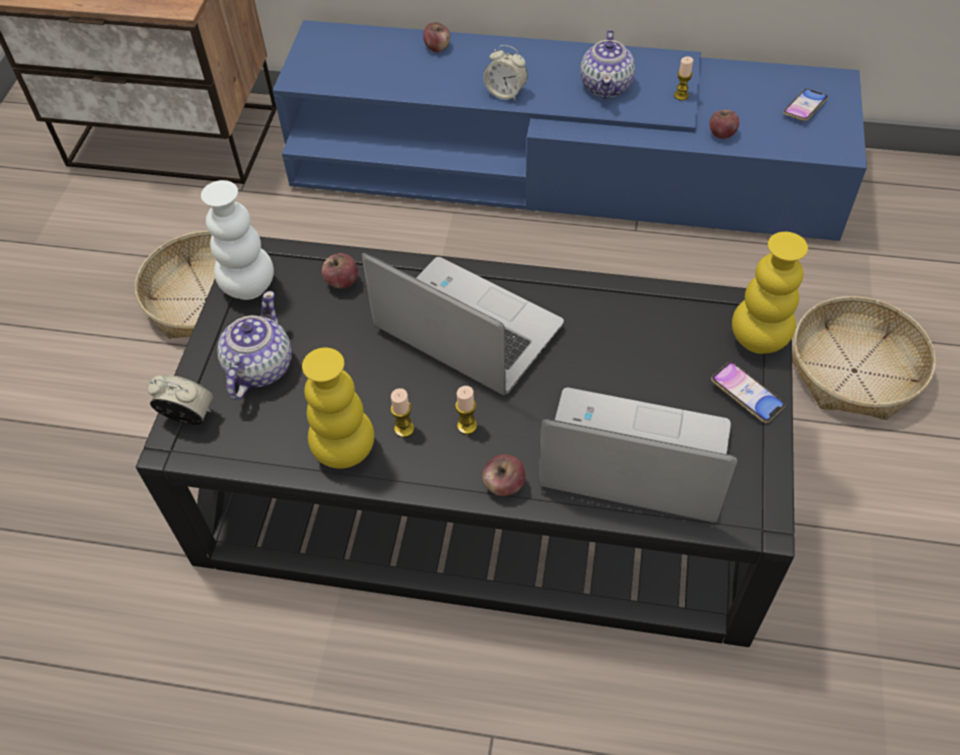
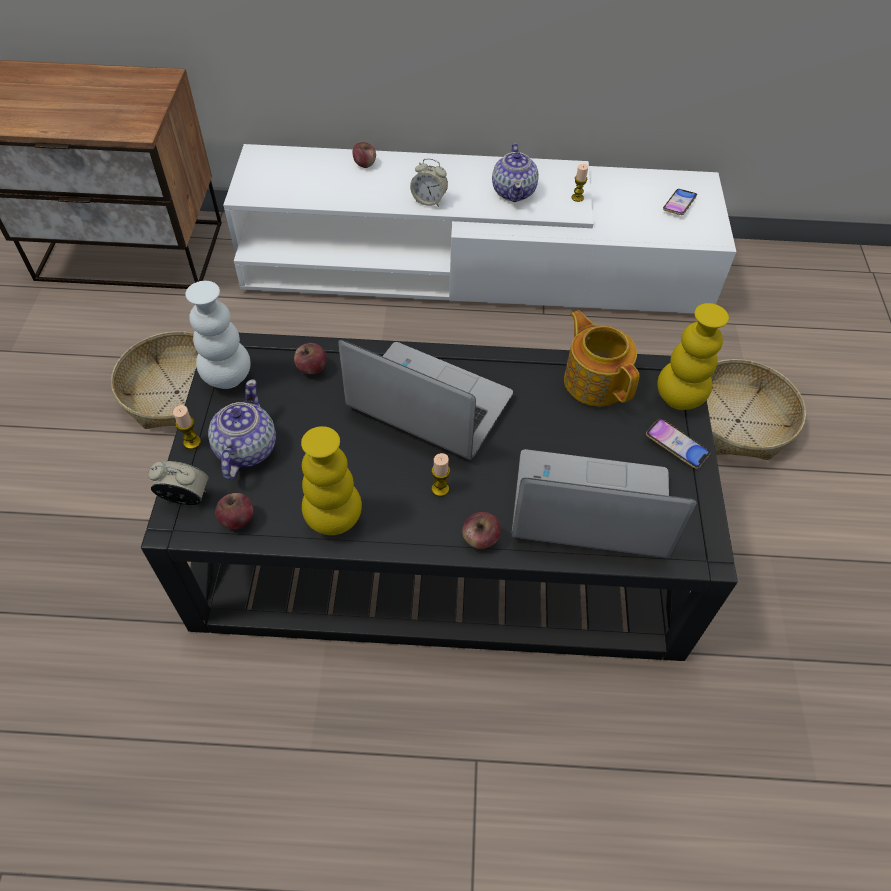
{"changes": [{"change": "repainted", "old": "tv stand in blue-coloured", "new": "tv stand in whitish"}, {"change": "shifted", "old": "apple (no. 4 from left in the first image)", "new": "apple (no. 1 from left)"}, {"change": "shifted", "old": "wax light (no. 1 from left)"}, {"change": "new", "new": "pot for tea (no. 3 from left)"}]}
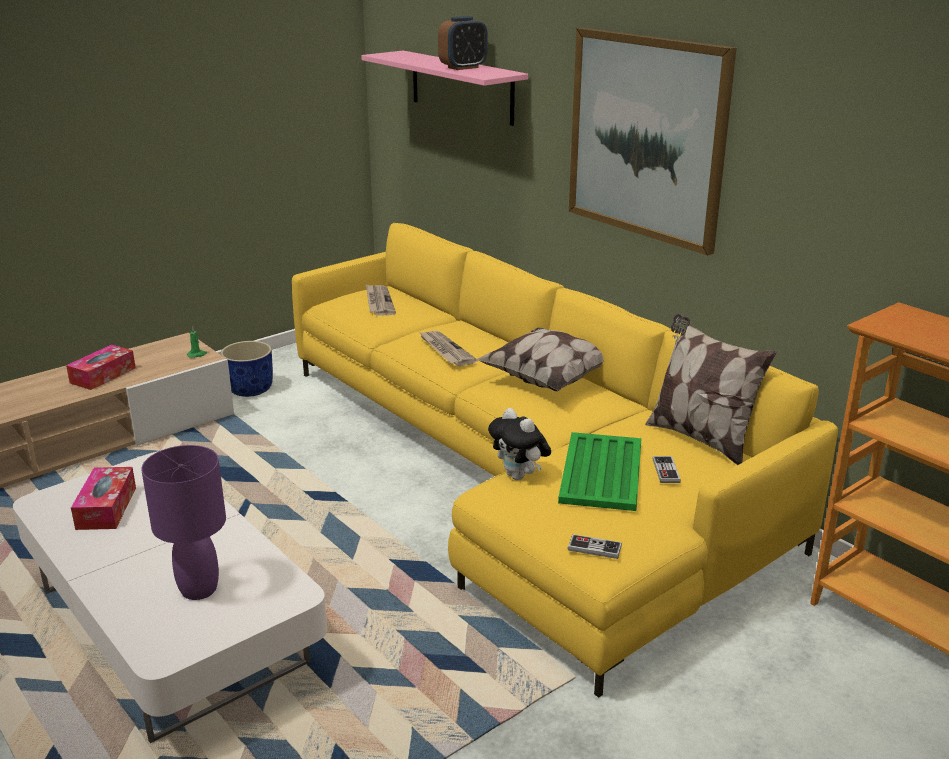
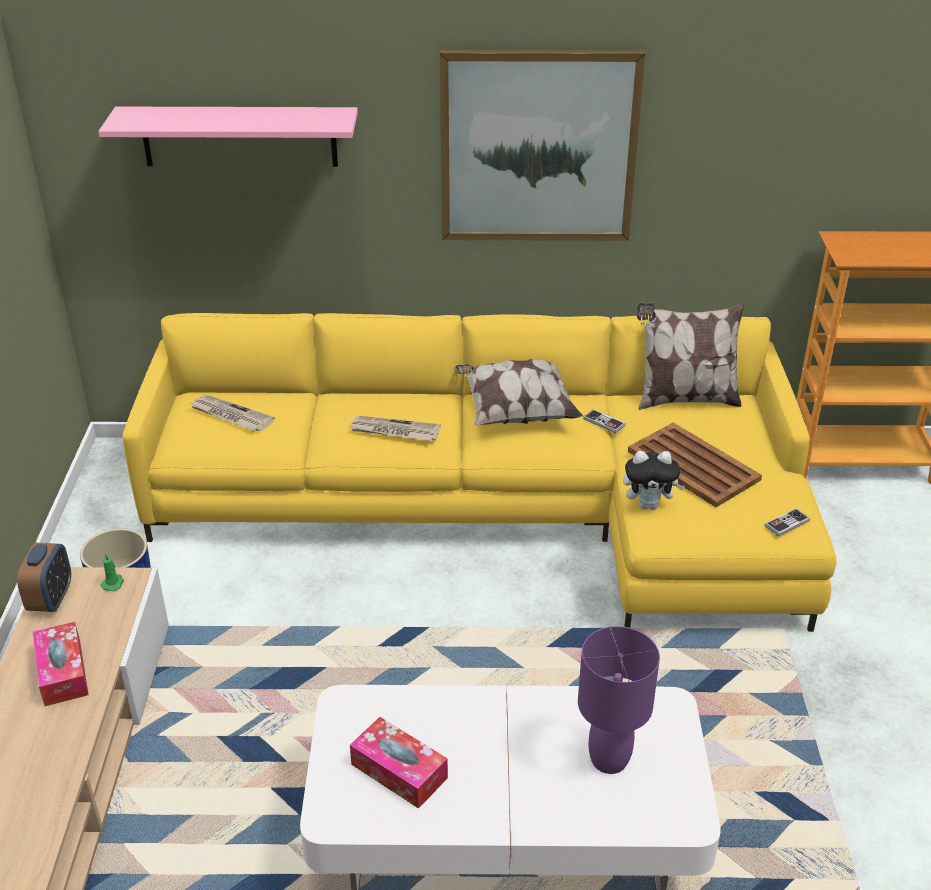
{"changes": [{"change": "shifted", "old": "table clock"}, {"change": "repainted", "old": "serving tray in greenish", "new": "serving tray in brown-coloured"}, {"change": "shifted", "old": "game controller (no. 2 from left in the first image)", "new": "game controller (no. 1 from left)"}]}
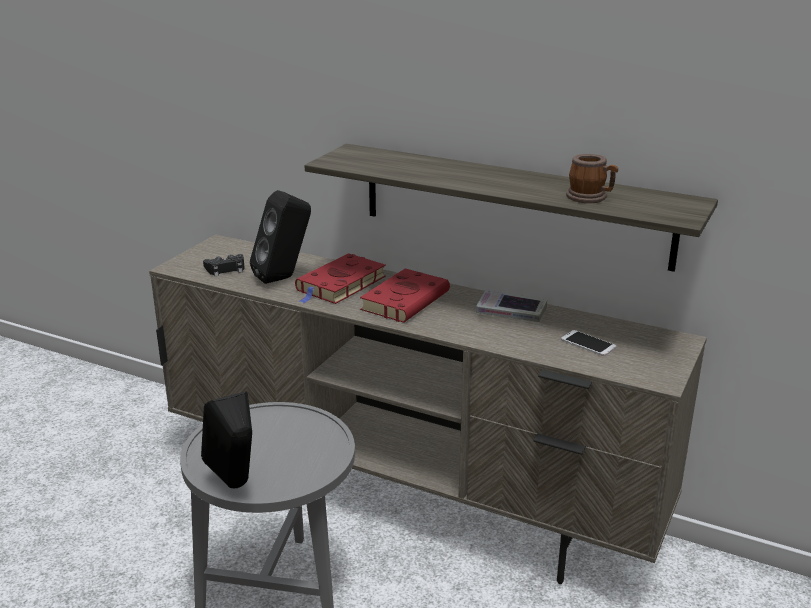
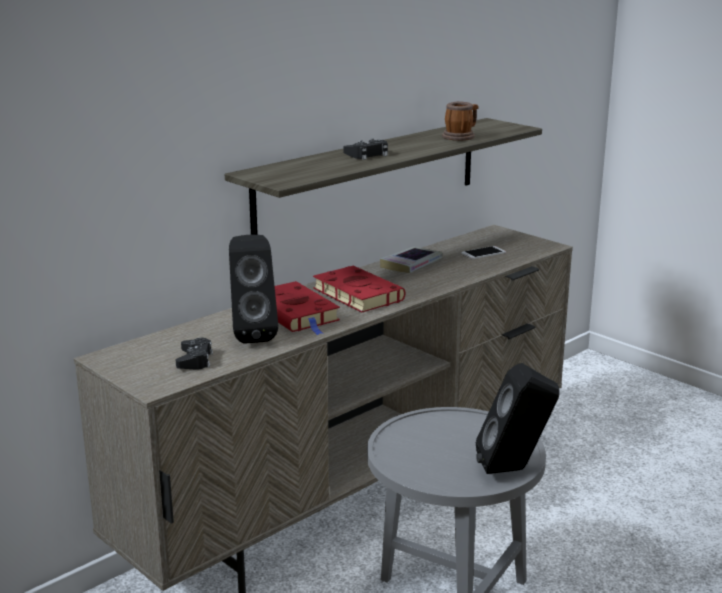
{"changes": [{"change": "new", "new": "game controller in blackish (no. 2 from left)"}]}
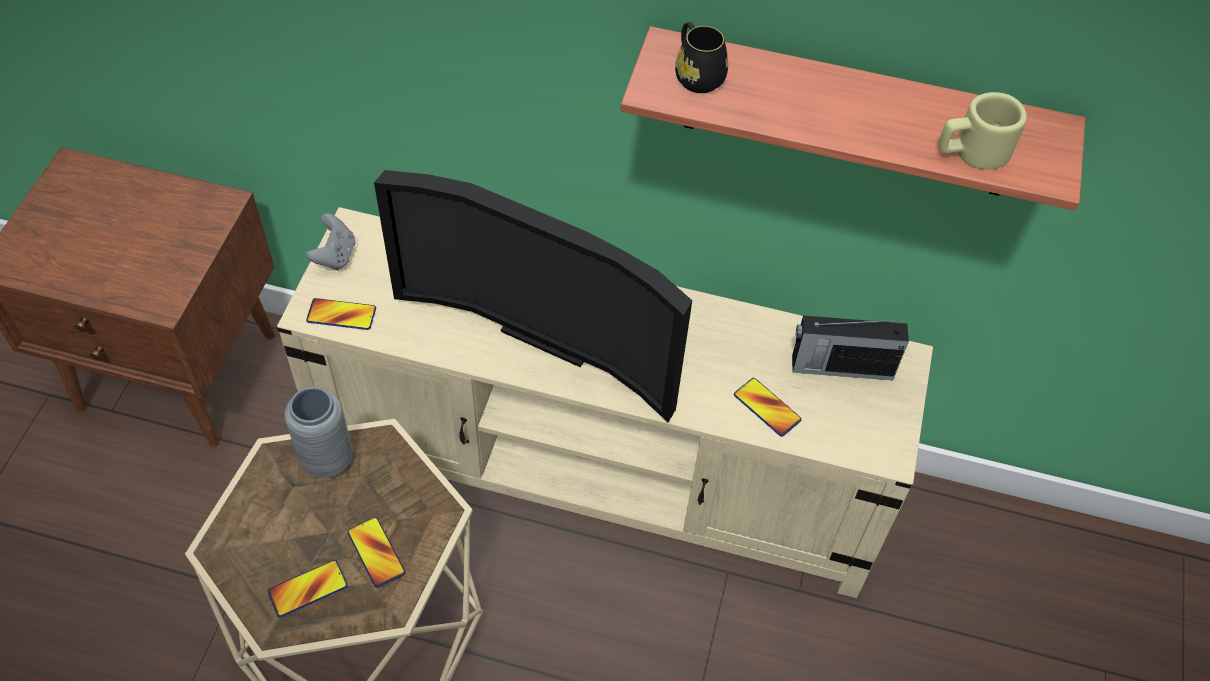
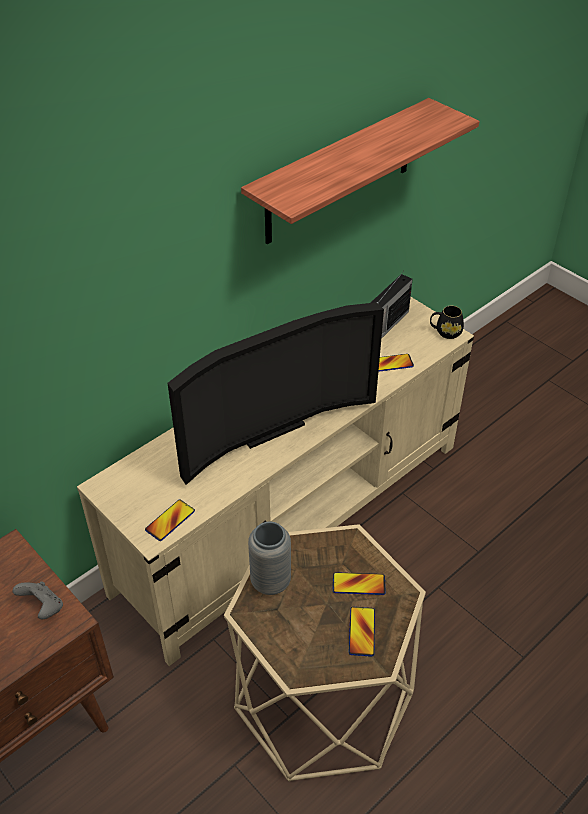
{"changes": [{"change": "shifted", "old": "tea mug in blackish"}, {"change": "gone", "old": "tea mug in sand-coloured"}, {"change": "shifted", "old": "game controller in grey"}]}
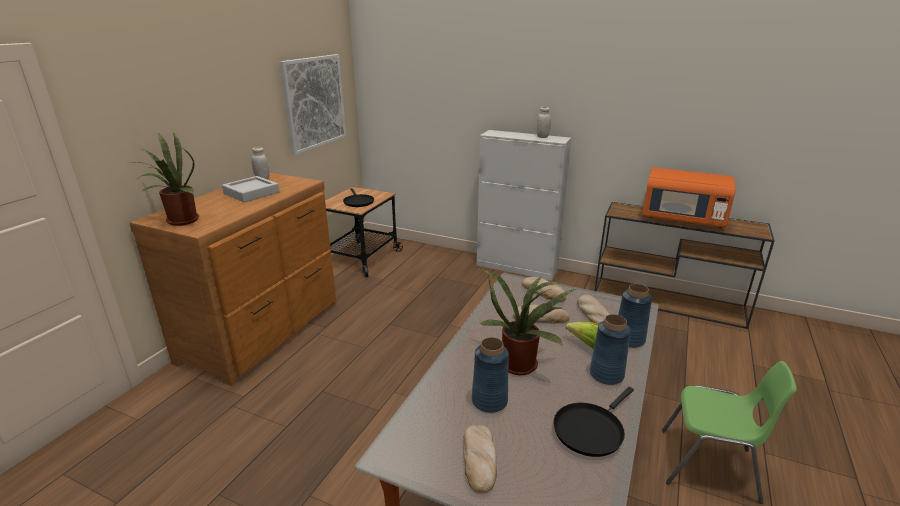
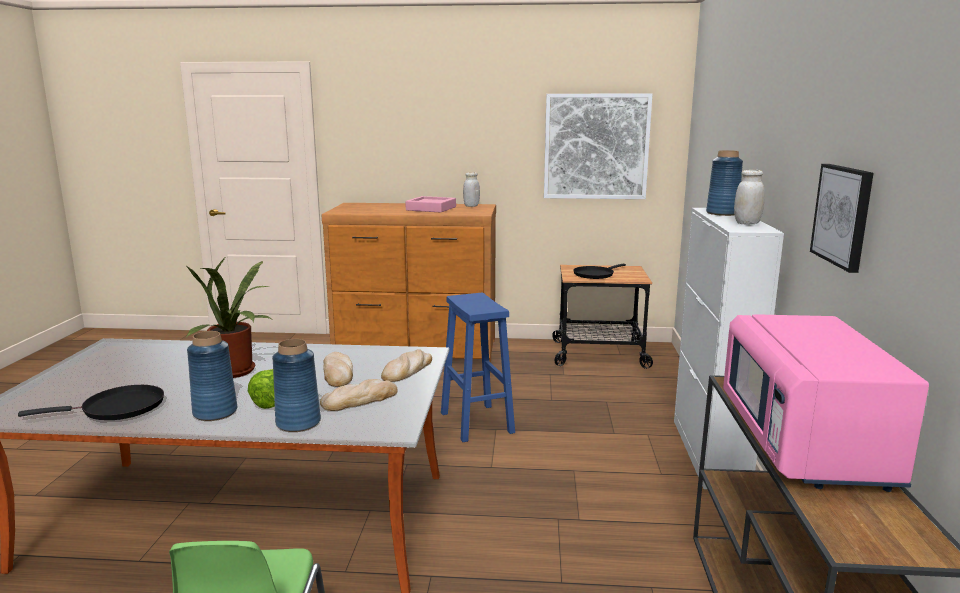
{"changes": [{"change": "gone", "old": "houseplant (no. 1 from left)"}, {"change": "repainted", "old": "microwave in orangey", "new": "microwave in pink"}, {"change": "repainted", "old": "serving tray in grey", "new": "serving tray in pink"}, {"change": "shifted", "old": "vase in blue-coloured (no. 1 from left in the first image)", "new": "vase in blue-coloured (no. 3 from left)"}, {"change": "rotated", "old": "skillet in blackish (no. 2 from left in the first image)", "degrees": 135}, {"change": "gone", "old": "bakery bread (no. 1 from left)"}, {"change": "new", "new": "wall art (no. 2 from left)"}, {"change": "new", "new": "stool in blue-coloured"}]}
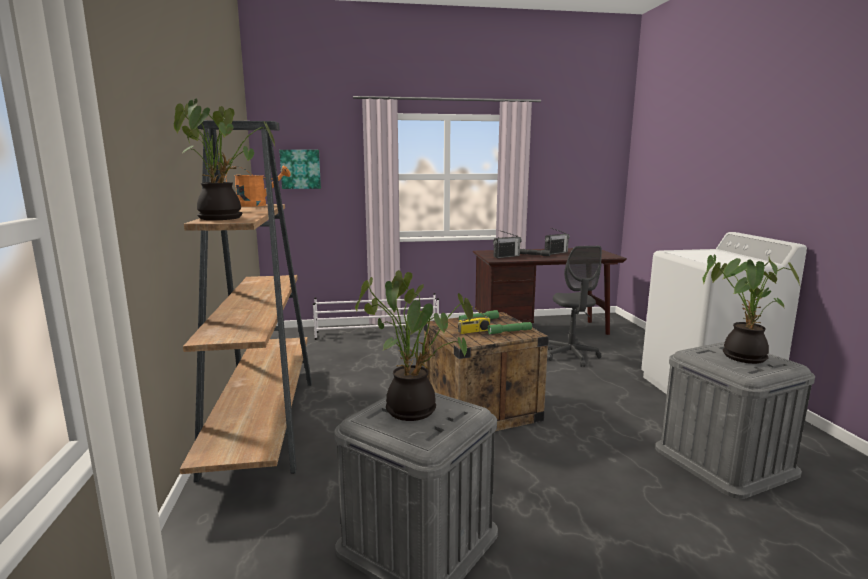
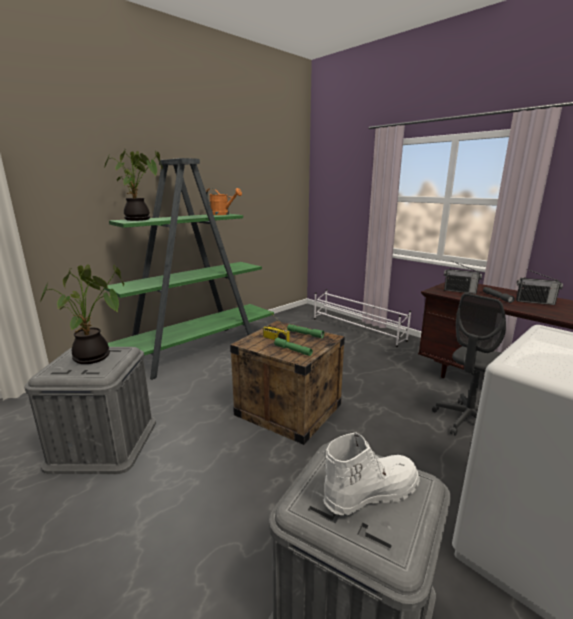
{"changes": [{"change": "repainted", "old": "shelving unit in brown-coloured", "new": "shelving unit in greenish"}, {"change": "gone", "old": "wall art"}, {"change": "swapped", "old": "houseplant (no. 3 from left)", "new": "tall boot in whitish"}]}
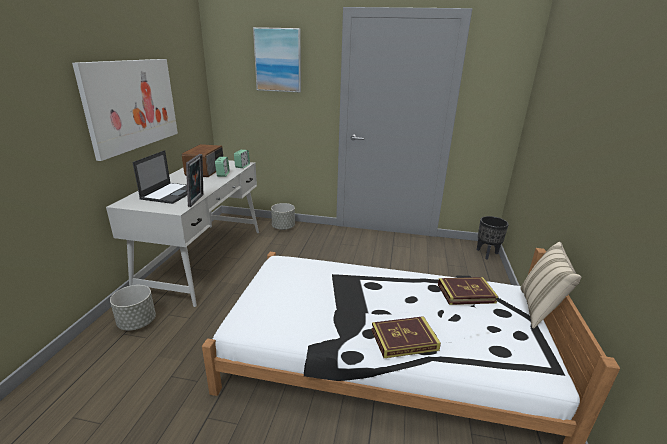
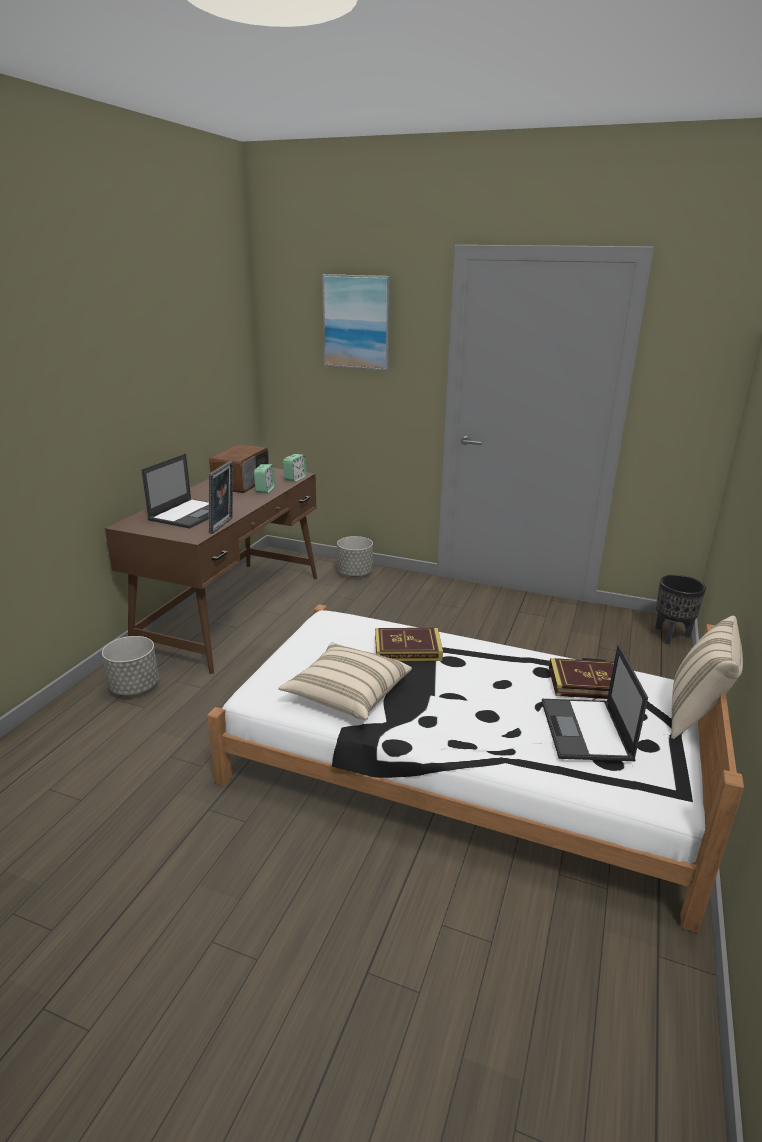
{"changes": [{"change": "gone", "old": "wall art (no. 1 from left)"}, {"change": "repainted", "old": "desk table in whitish", "new": "desk table in brown-coloured"}, {"change": "shifted", "old": "volume (no. 1 from left)"}, {"change": "new", "new": "throw pillow in sand-coloured (no. 1 from left)"}, {"change": "new", "new": "notebook computer (no. 2 from left)"}]}
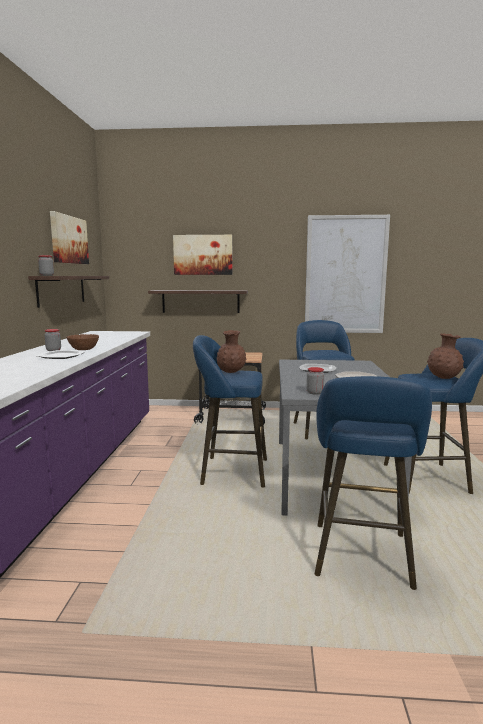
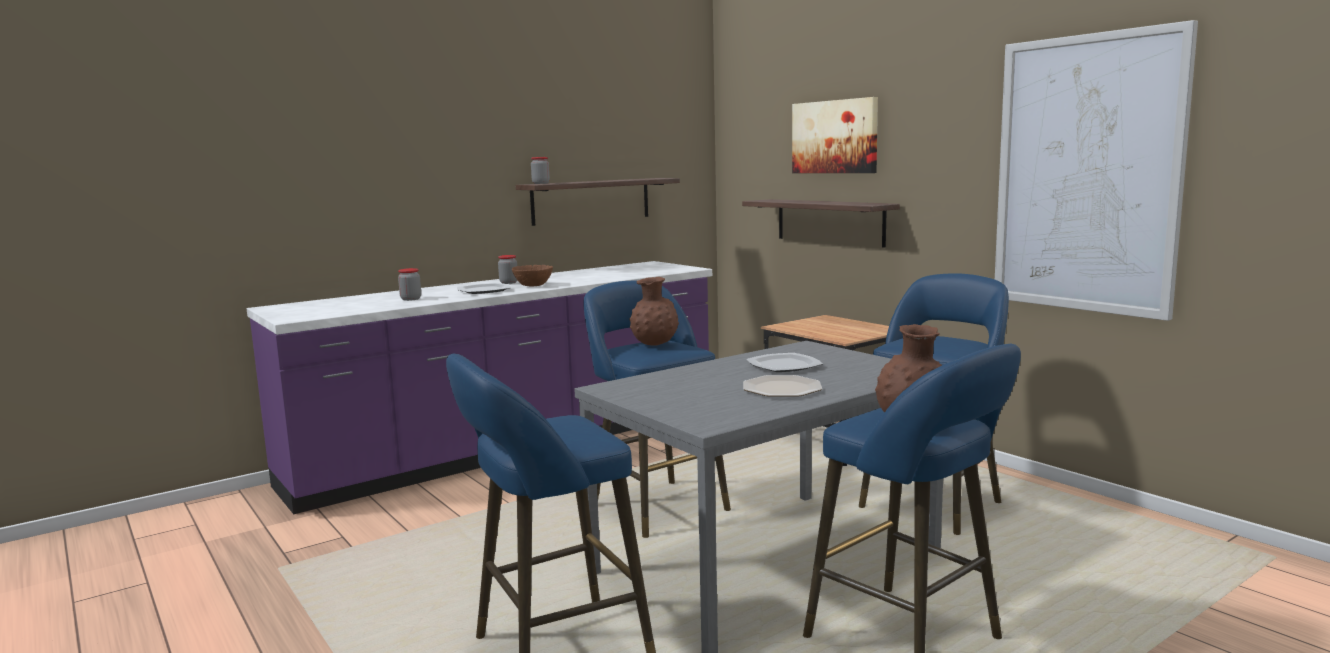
{"changes": [{"change": "gone", "old": "wall art (no. 1 from left)"}, {"change": "shifted", "old": "preserve jar (no. 3 from left in the first image)", "new": "preserve jar (no. 1 from left)"}]}
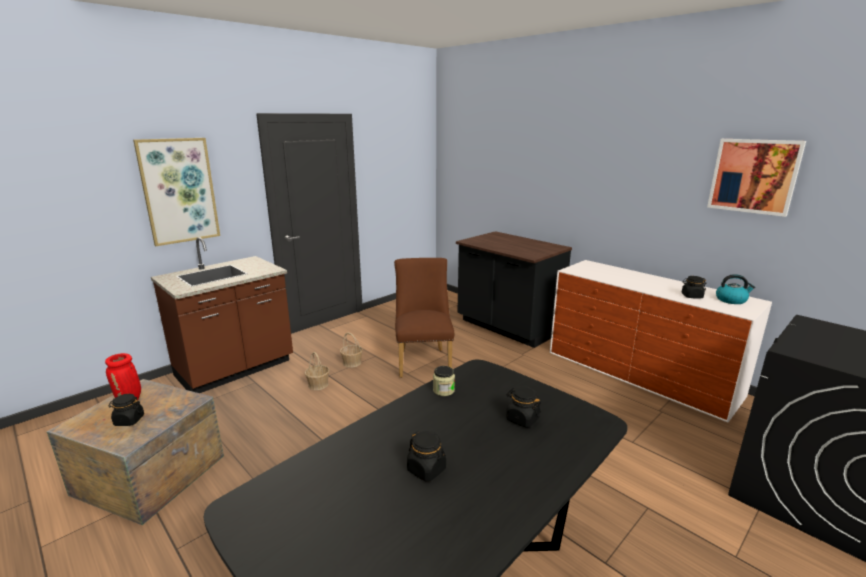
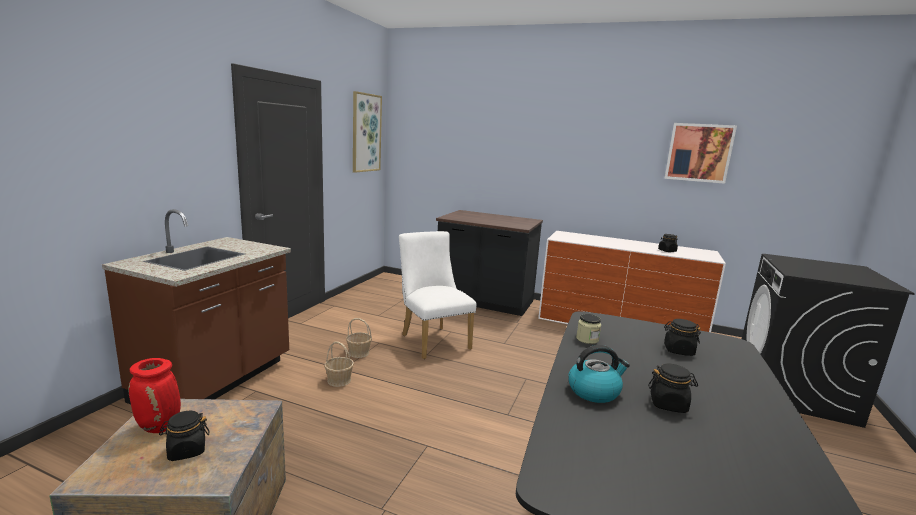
{"changes": [{"change": "shifted", "old": "wall art (no. 1 from left)"}, {"change": "repainted", "old": "plain chair in brown-coloured", "new": "plain chair in whitish"}, {"change": "shifted", "old": "kettle"}]}
